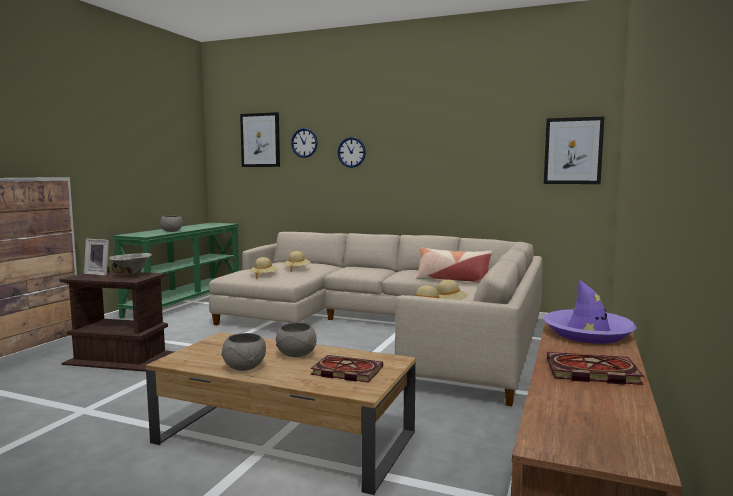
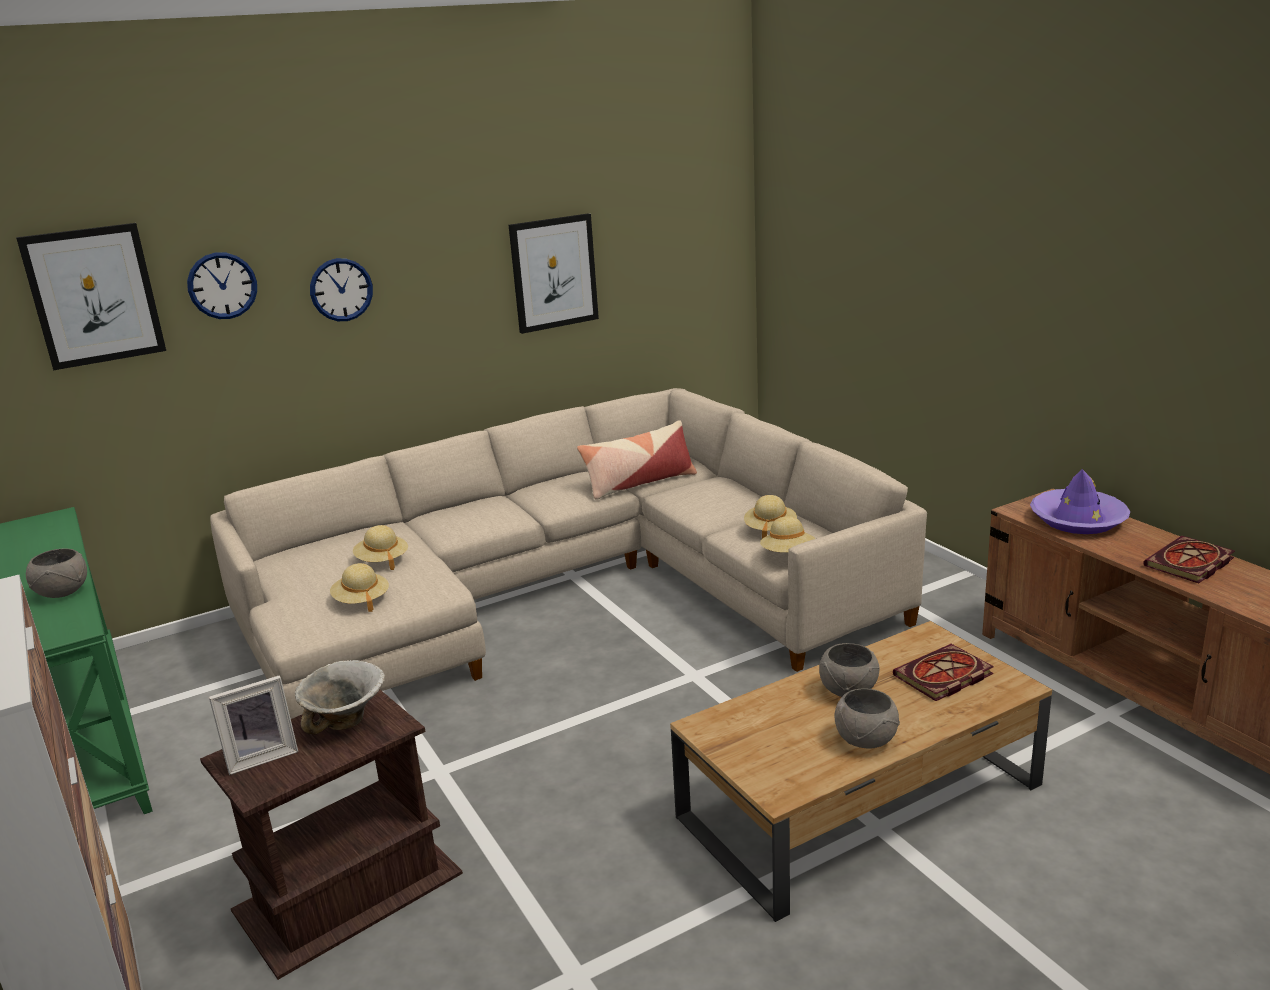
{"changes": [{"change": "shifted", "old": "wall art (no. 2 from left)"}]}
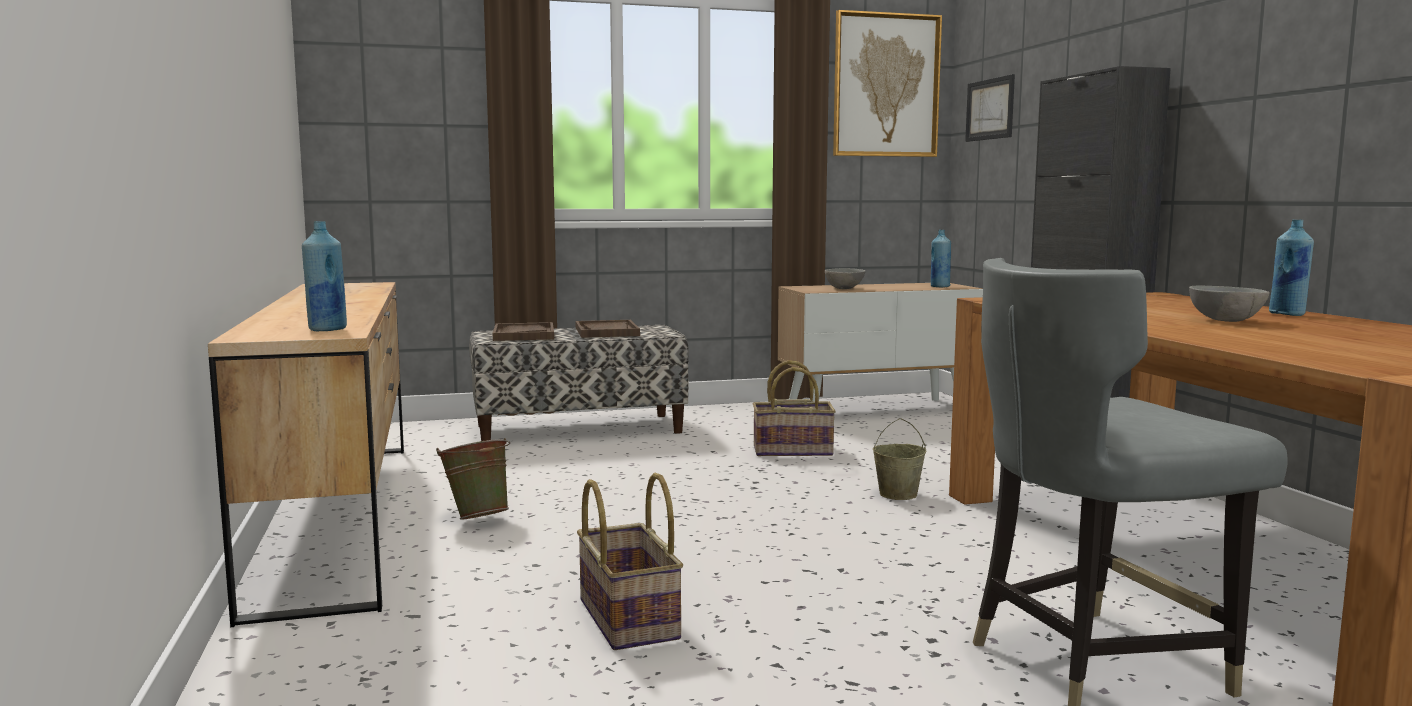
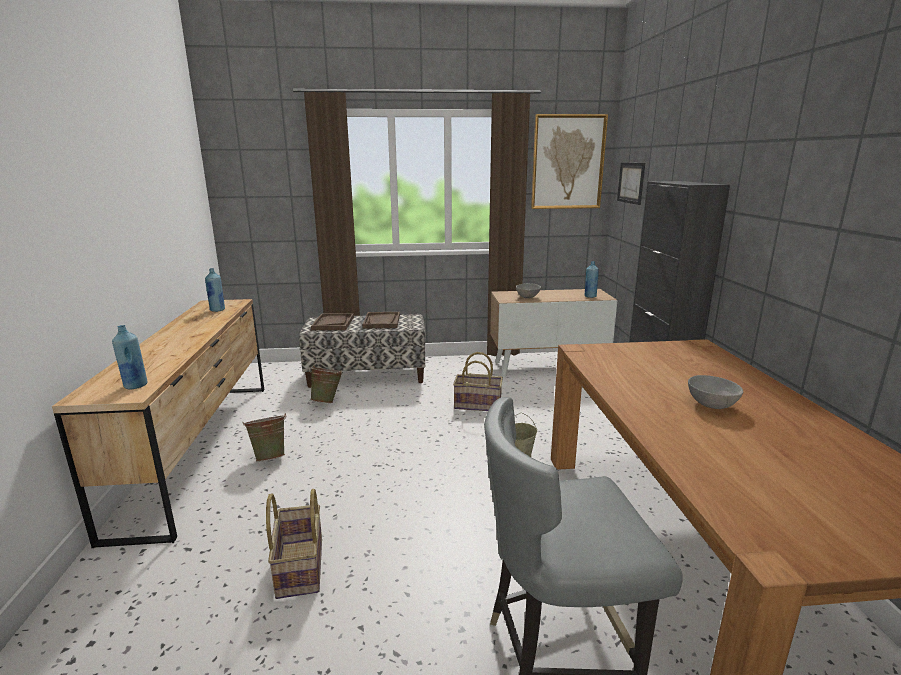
{"changes": [{"change": "shifted", "old": "beverage bottle in blue-coloured (no. 3 from left in the first image)", "new": "beverage bottle in blue-coloured (no. 2 from left)"}, {"change": "new", "new": "bucket in greenish (no. 2 from left)"}]}
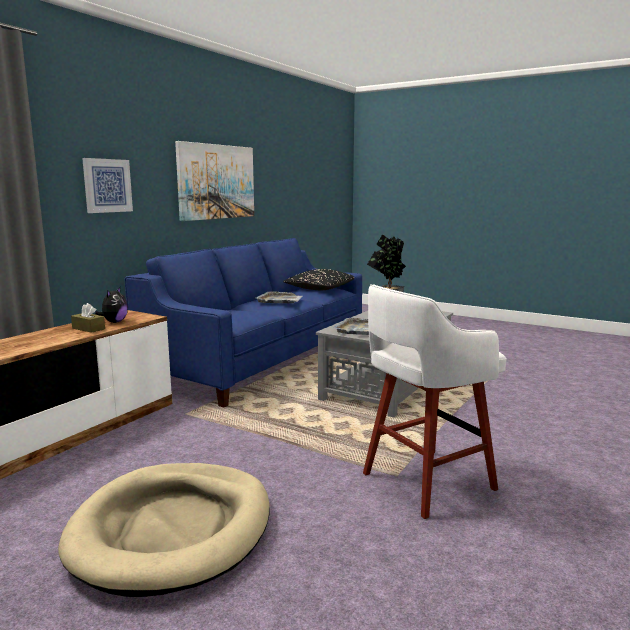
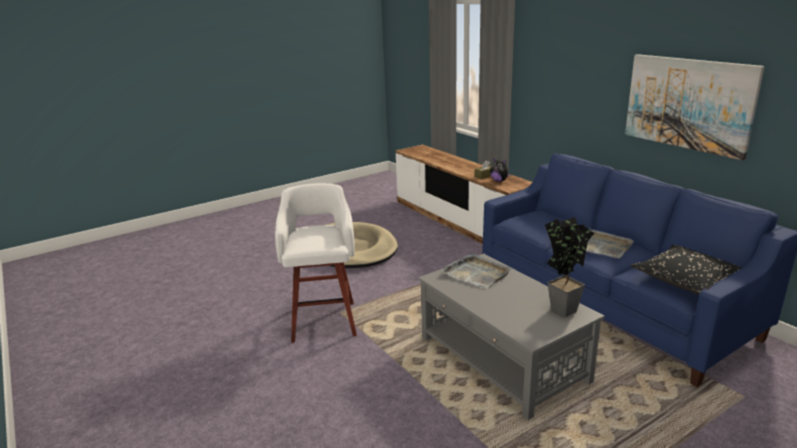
{"changes": [{"change": "gone", "old": "wall art (no. 1 from left)"}]}
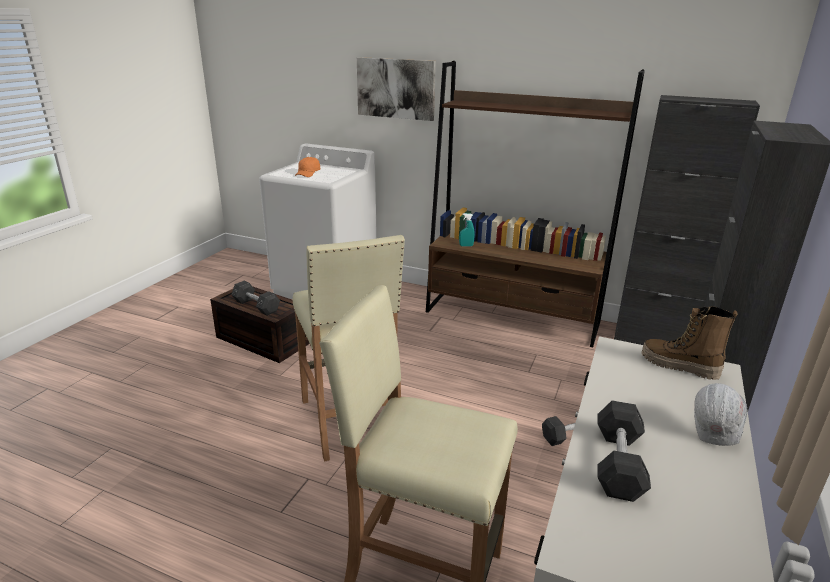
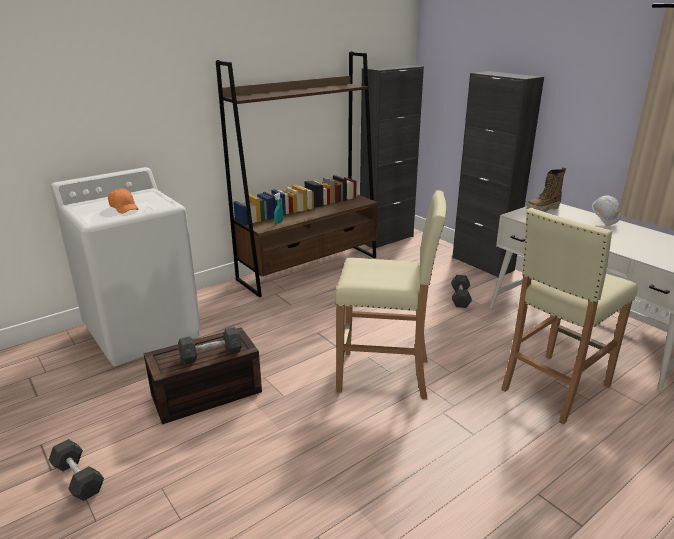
{"changes": [{"change": "gone", "old": "wall art"}, {"change": "shifted", "old": "dumbbell in grey (no. 3 from left in the first image)", "new": "dumbbell in grey (no. 1 from left)"}]}
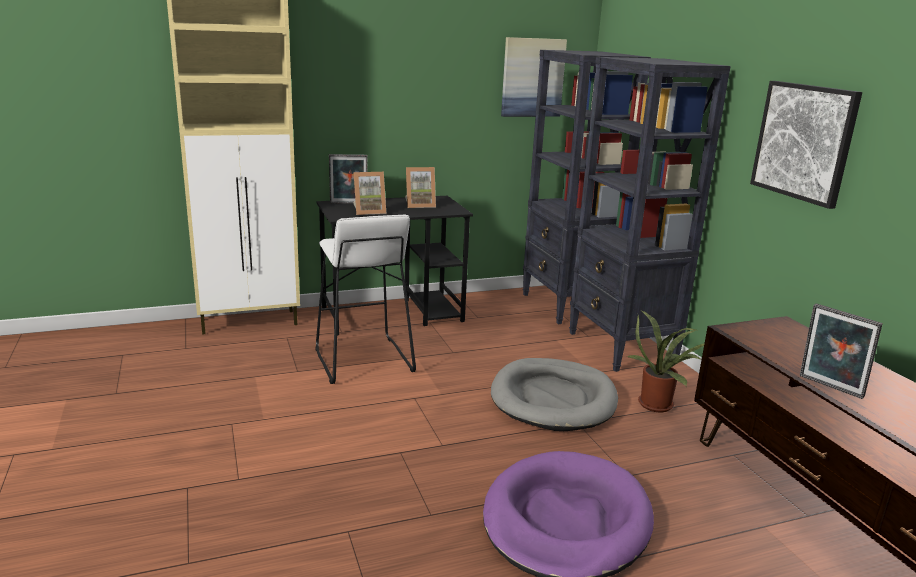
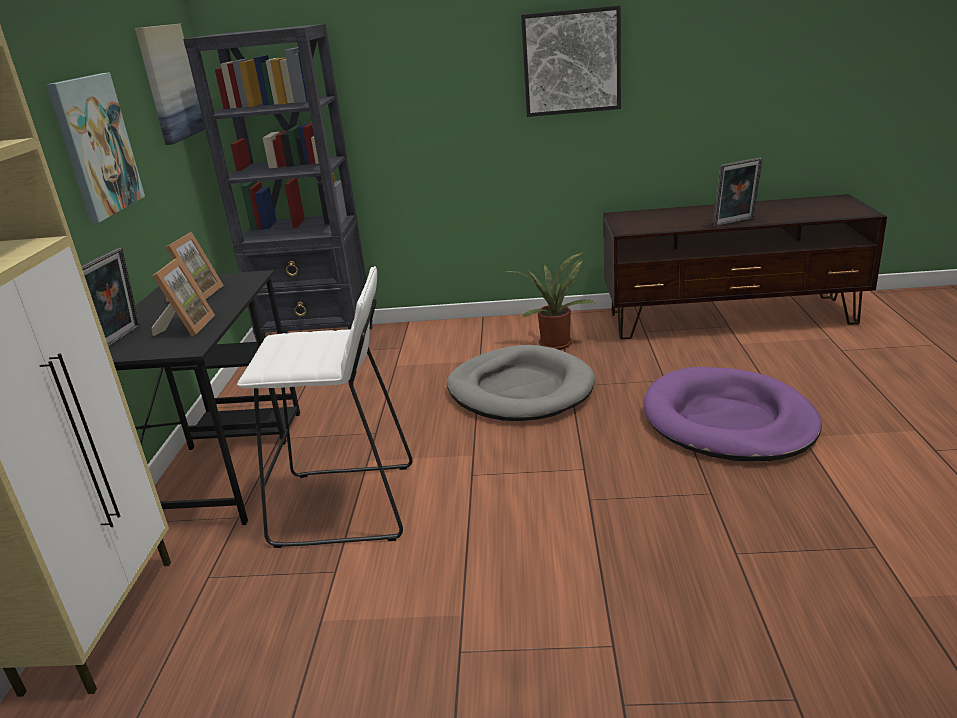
{"changes": [{"change": "gone", "old": "shelving unit in blackish (no. 2 from left)"}, {"change": "new", "new": "wall art (no. 1 from left)"}]}
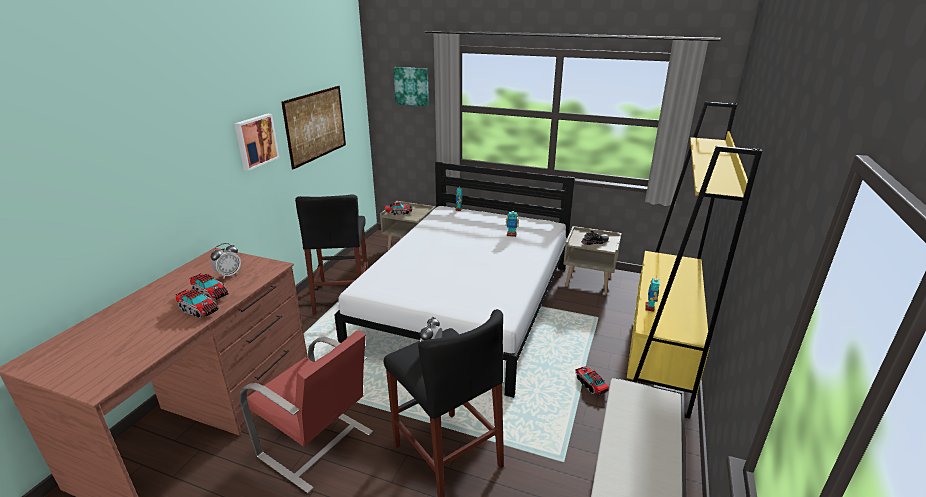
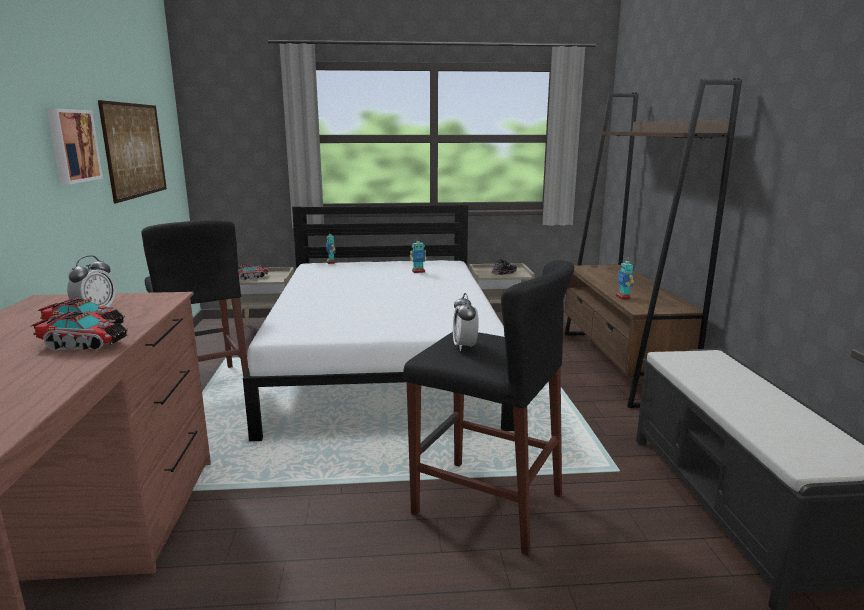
{"changes": [{"change": "gone", "old": "wall art (no. 3 from left)"}, {"change": "repainted", "old": "shelving unit in yellow", "new": "shelving unit in brown-coloured"}, {"change": "gone", "old": "plain chair in red"}, {"change": "gone", "old": "toy lorry (no. 4 from left)"}]}
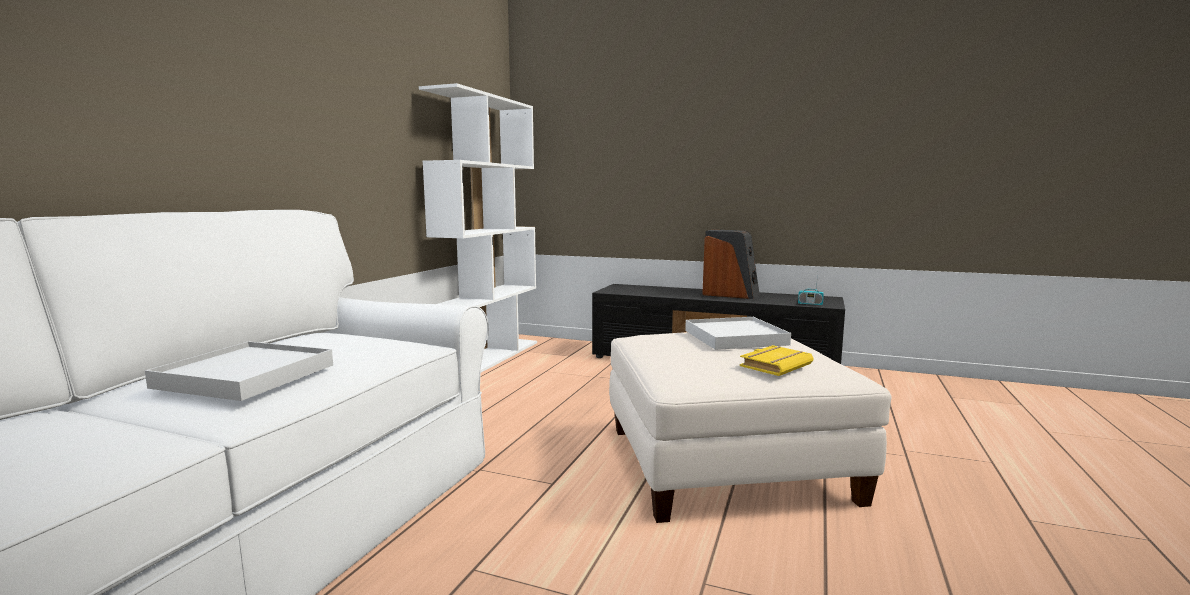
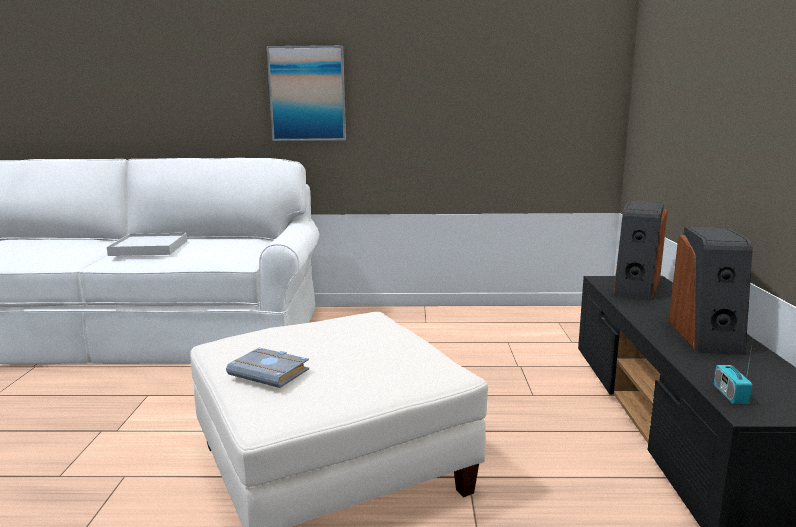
{"changes": [{"change": "gone", "old": "shelving unit in whitish"}, {"change": "gone", "old": "serving tray in whitish (no. 2 from left)"}, {"change": "repainted", "old": "volume in yellow", "new": "volume in grey"}, {"change": "new", "new": "wall art"}, {"change": "new", "new": "loudspeaker (no. 1 from left)"}]}
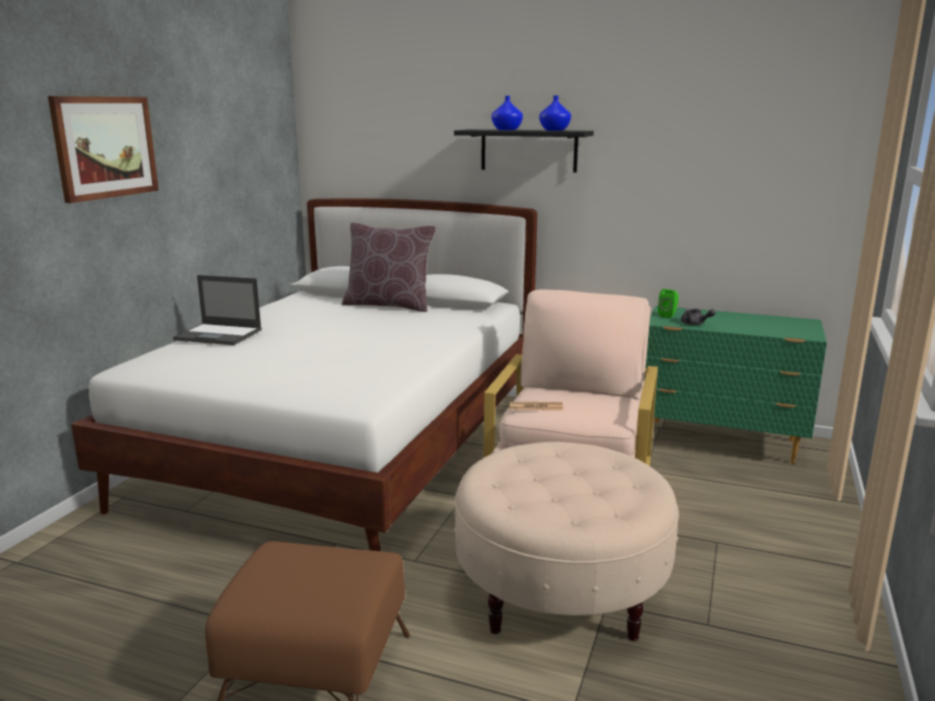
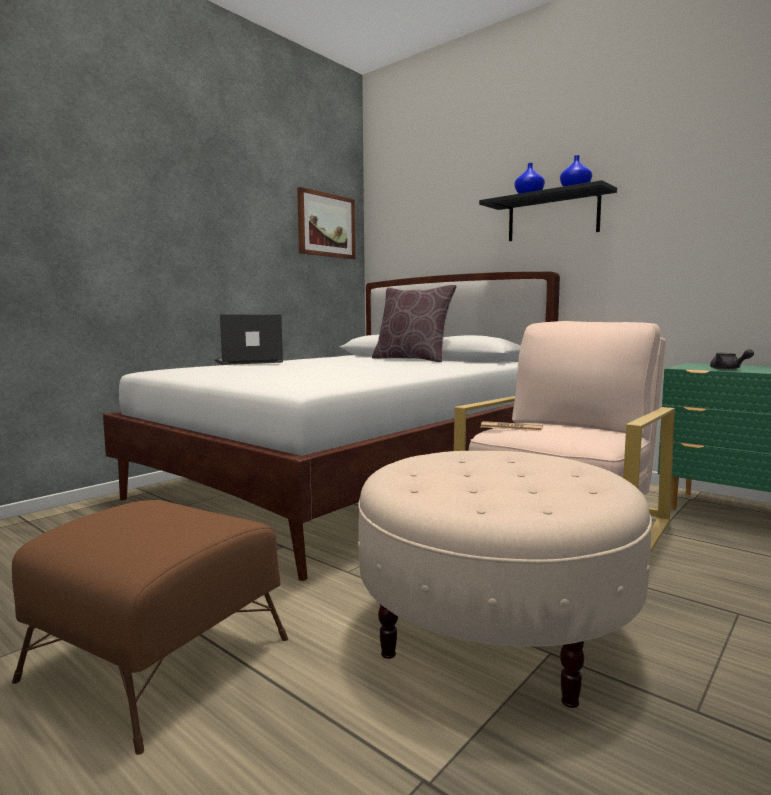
{"changes": [{"change": "shifted", "old": "wall art"}, {"change": "rotated", "old": "notebook computer", "degrees": 120}, {"change": "gone", "old": "loudspeaker in greenish"}]}
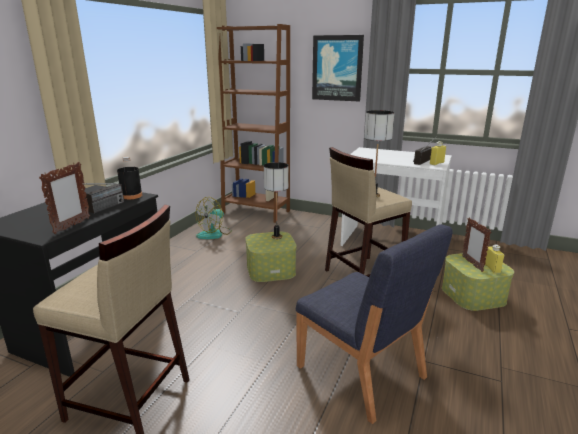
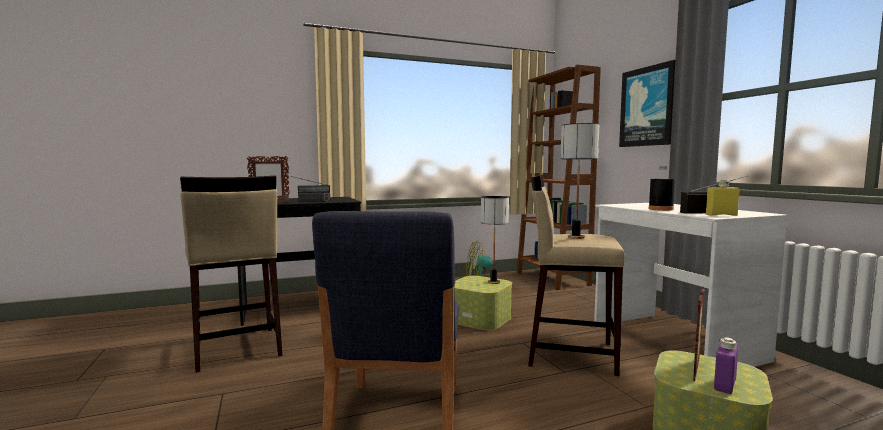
{"changes": [{"change": "shifted", "old": "beverage bottle in blackish"}, {"change": "repainted", "old": "beverage bottle in yellow (no. 2 from left)", "new": "beverage bottle in purple-coloured"}]}
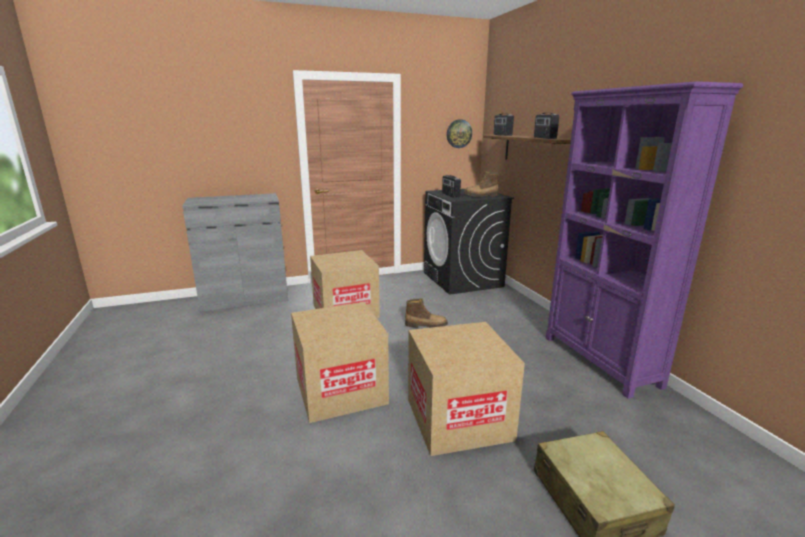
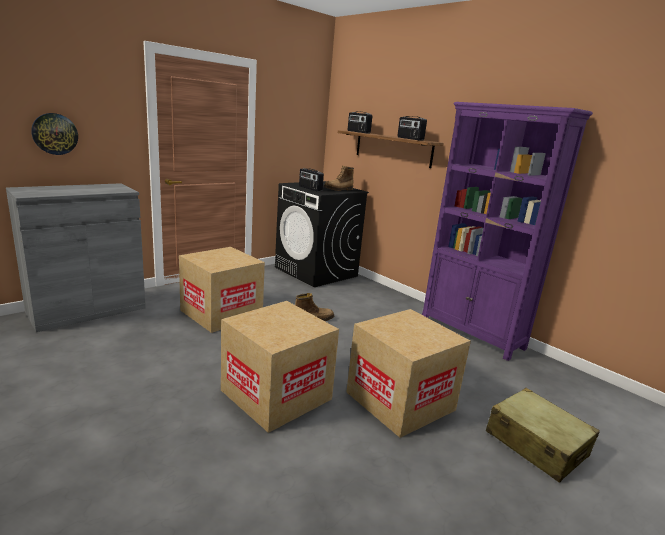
{"changes": [{"change": "shifted", "old": "hanging clock"}]}
